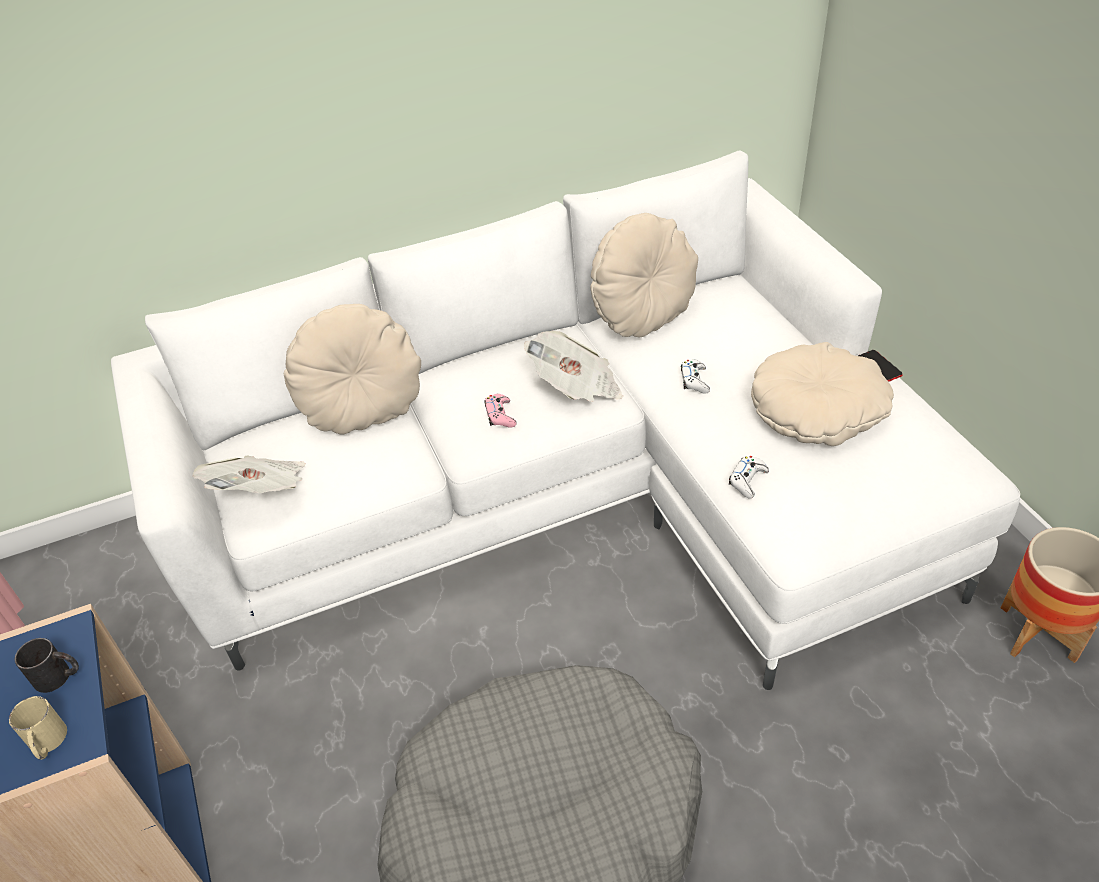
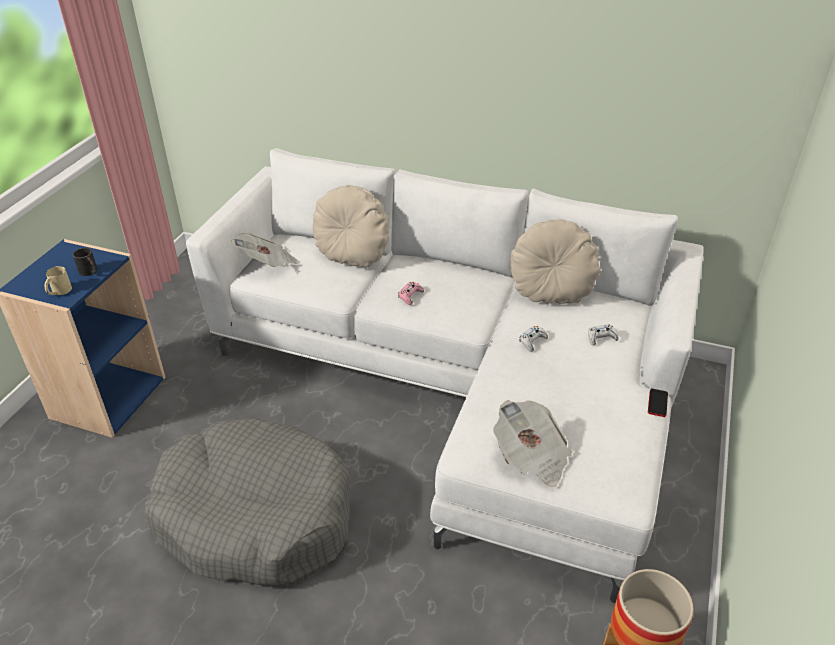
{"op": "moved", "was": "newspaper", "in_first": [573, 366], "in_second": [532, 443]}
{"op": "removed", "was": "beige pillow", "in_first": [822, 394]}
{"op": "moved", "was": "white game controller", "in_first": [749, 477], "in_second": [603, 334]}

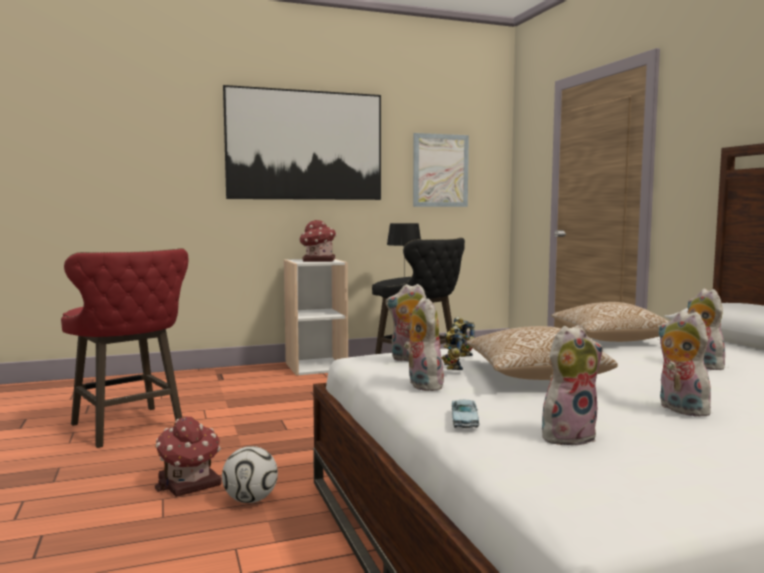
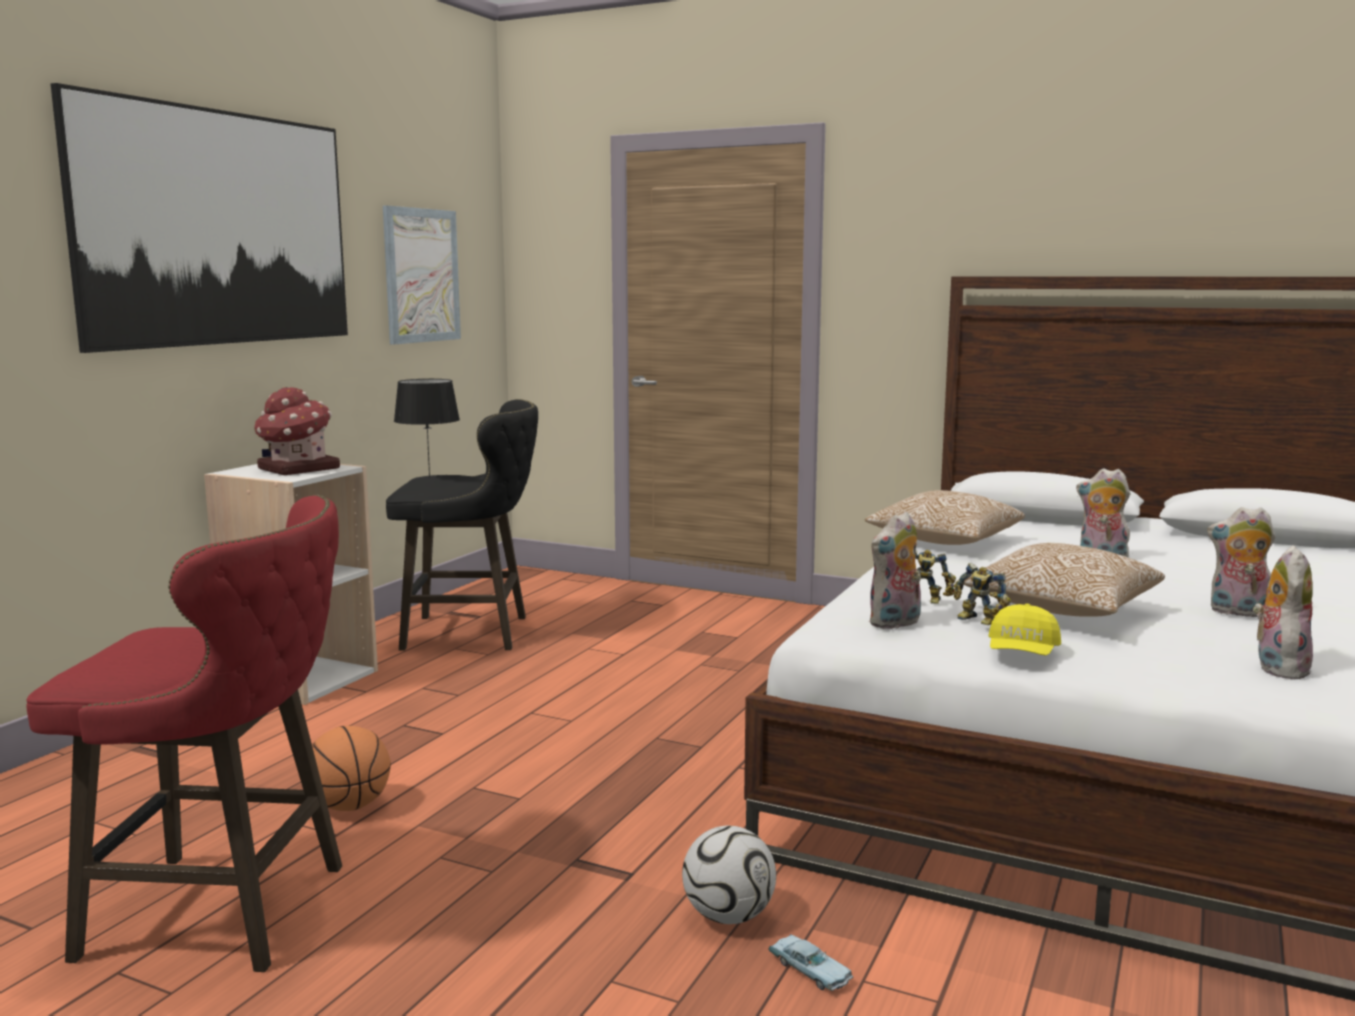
{"op": "replaced", "was": "plush toy", "now": "yellow cap", "in_first": [424, 344], "in_second": [1024, 630]}
{"op": "moved", "was": "blue toy car", "in_first": [466, 414], "in_second": [810, 962]}
{"op": "removed", "was": "toy house", "in_first": [188, 456]}
{"op": "added", "now": "basketball", "in_second": [351, 768]}

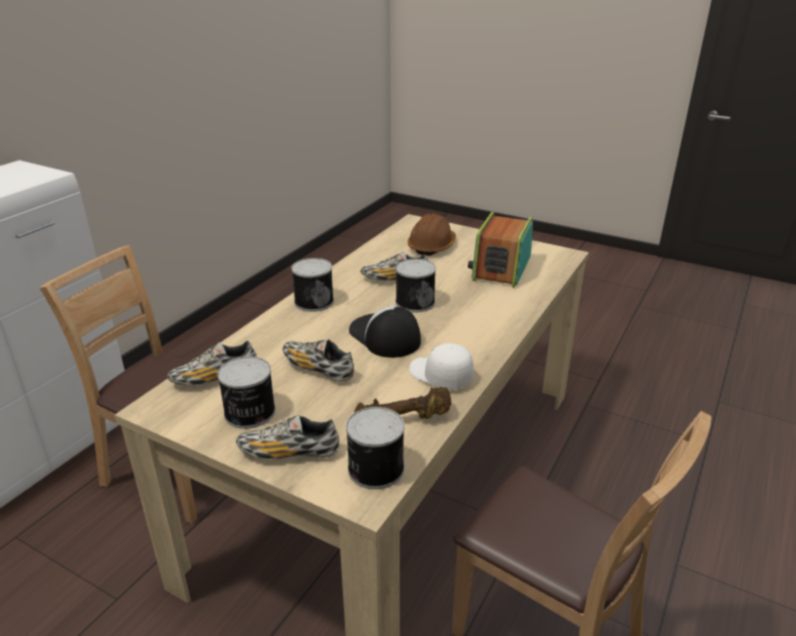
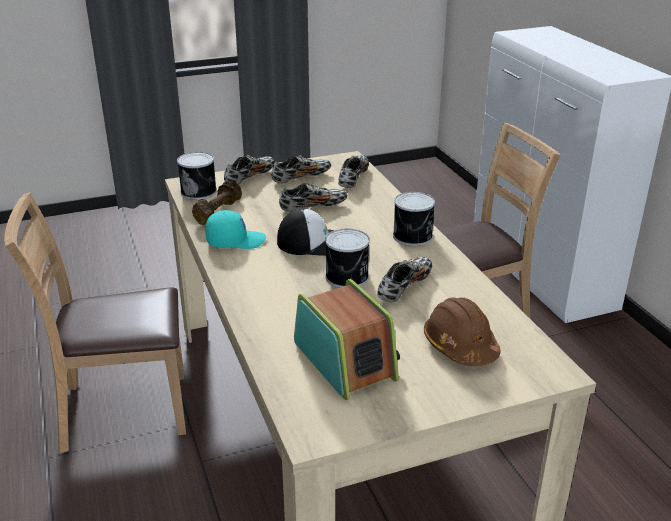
{"op": "recoloured", "was": "white cap", "now": "turquoise cap", "in_first": [441, 366], "in_second": [235, 229]}
{"op": "replaced", "was": "can", "now": "shoe", "in_first": [246, 392], "in_second": [301, 169]}

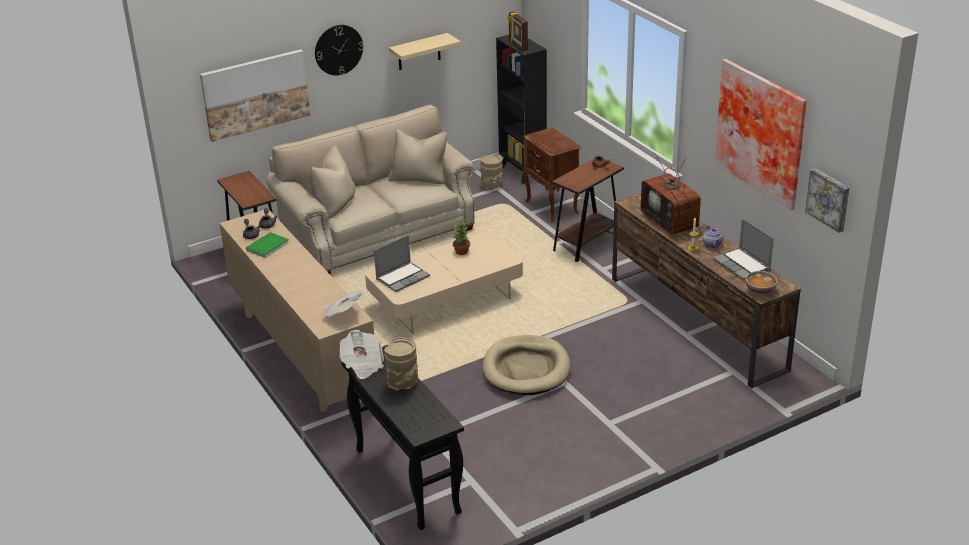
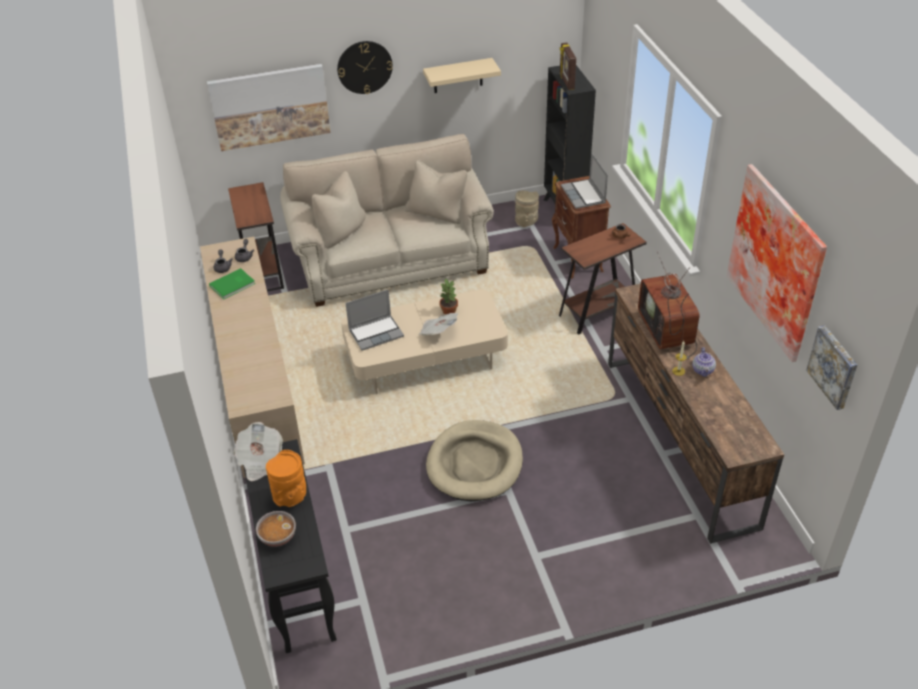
{"op": "moved", "was": "laptop", "in_first": [743, 249], "in_second": [584, 181]}
{"op": "moved", "was": "bowl", "in_first": [762, 283], "in_second": [276, 529]}
{"op": "moved", "was": "newspaper", "in_first": [342, 304], "in_second": [438, 324]}
{"op": "recoloured", "was": "beige vase", "now": "orange vase", "in_first": [401, 364], "in_second": [286, 478]}

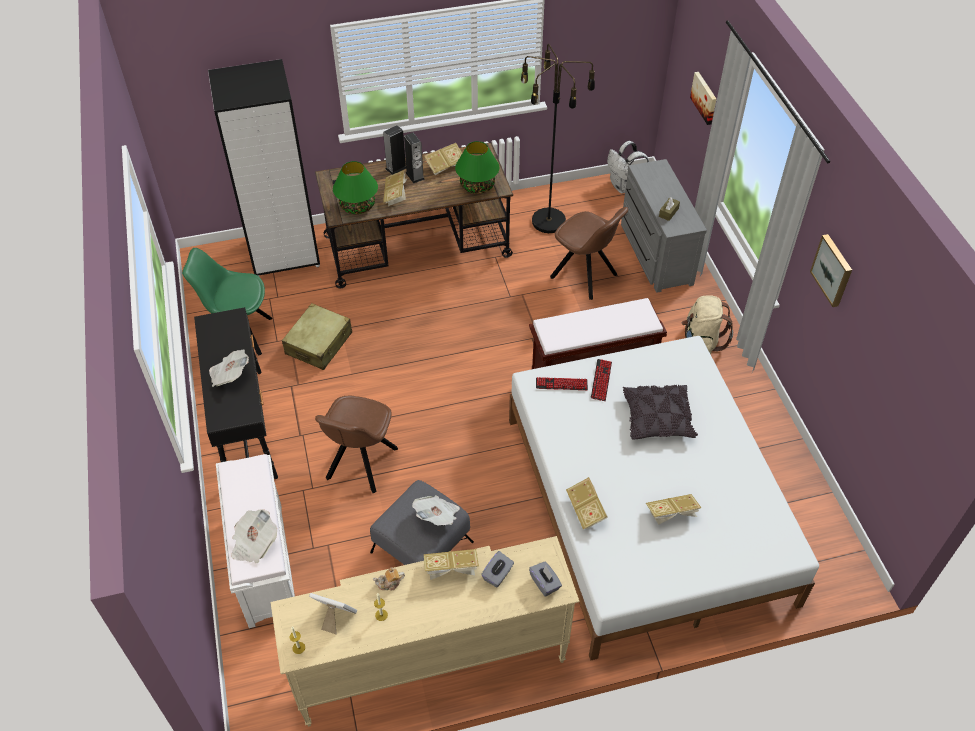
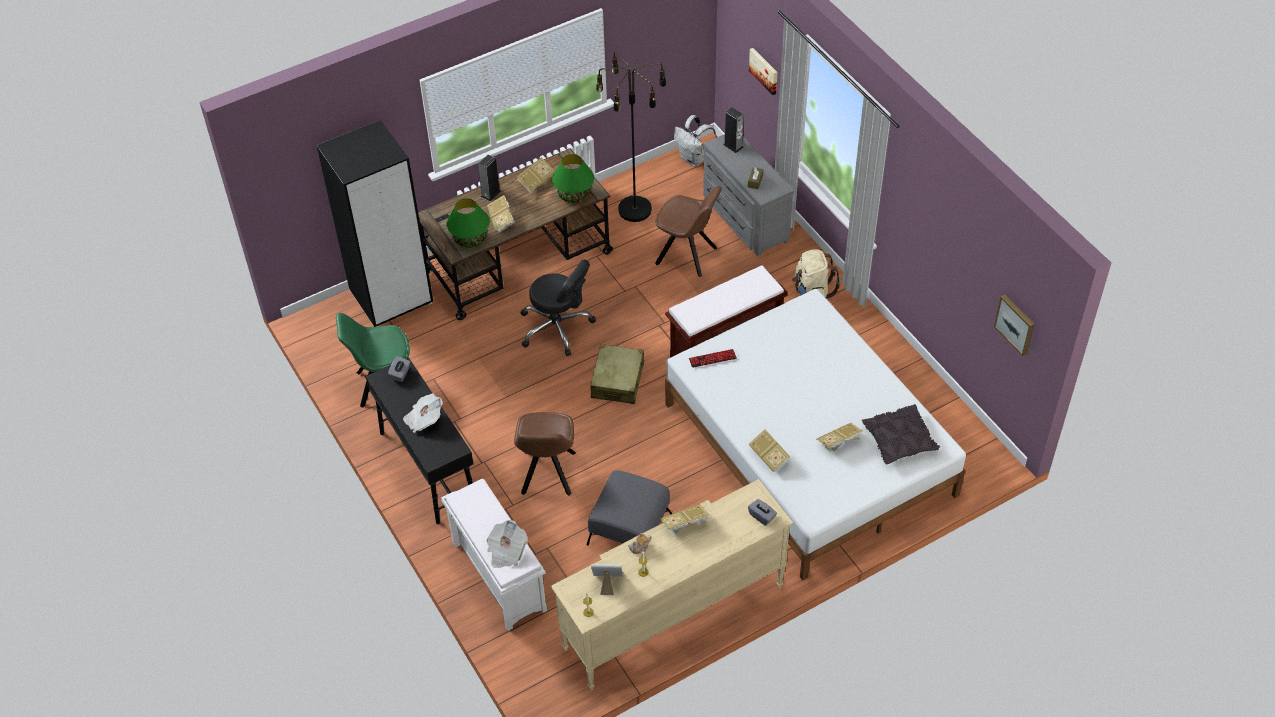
{"op": "moved", "was": "speaker", "in_first": [414, 158], "in_second": [733, 130]}
{"op": "moved", "was": "picture", "in_first": [831, 270], "in_second": [1014, 325]}
{"op": "moved", "was": "beige suitcase", "in_first": [317, 336], "in_second": [617, 374]}
{"op": "removed", "was": "keyboard", "in_first": [601, 380]}
{"op": "moved", "was": "black pillow", "in_first": [660, 412], "in_second": [901, 434]}
{"op": "removed", "was": "newspaper", "in_first": [436, 510]}
{"op": "moved", "was": "grey tissue box", "in_first": [497, 569], "in_second": [399, 369]}
{"op": "added", "now": "black office chair", "in_second": [558, 307]}

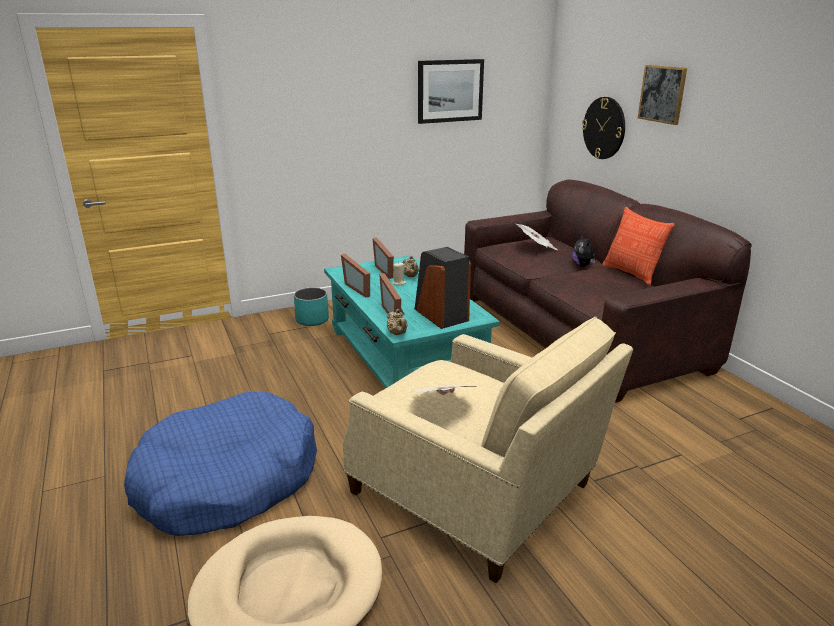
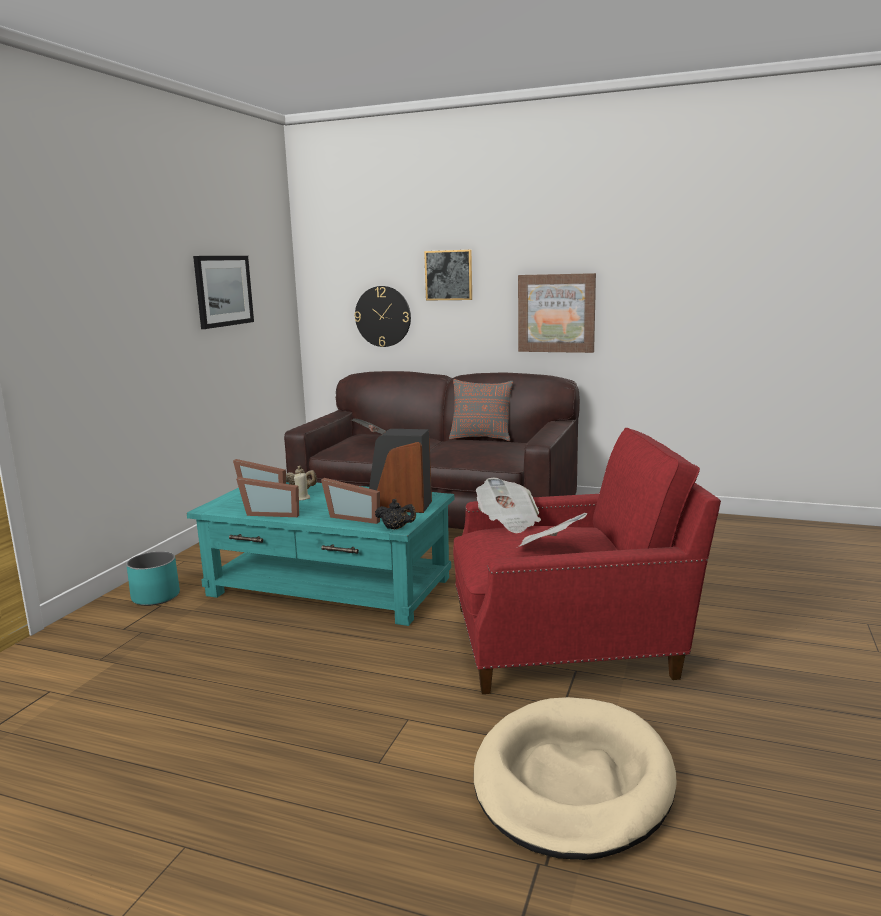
{"op": "recoloured", "was": "orange pillow", "now": "grey pillow", "in_first": [638, 246], "in_second": [481, 410]}
{"op": "removed", "was": "plush toy", "in_first": [584, 250]}
{"op": "recoloured", "was": "beige teapot", "now": "black teapot", "in_first": [397, 322], "in_second": [395, 514]}
{"op": "recoloured", "was": "beige armchair", "now": "red armchair", "in_first": [488, 450], "in_second": [587, 561]}
{"op": "removed", "was": "blue dog bed", "in_first": [220, 463]}
{"op": "added", "now": "picture", "in_second": [557, 313]}
{"op": "added", "now": "newspaper", "in_second": [508, 505]}

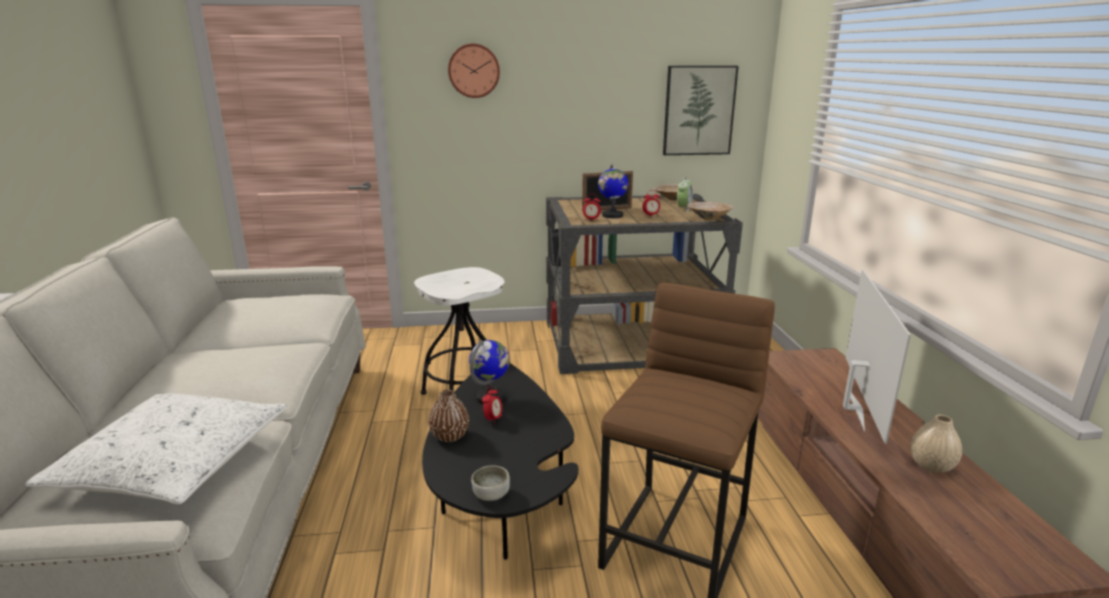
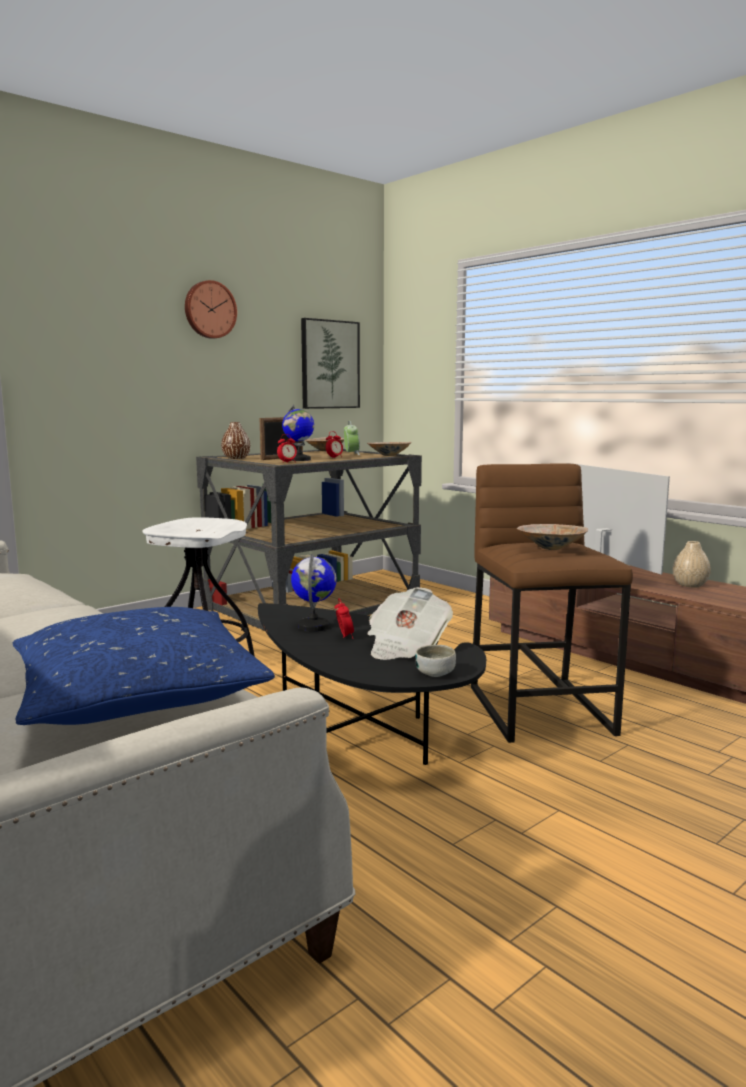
{"op": "moved", "was": "wall clock", "in_first": [474, 71], "in_second": [211, 309]}
{"op": "moved", "was": "brown vase", "in_first": [448, 415], "in_second": [235, 440]}
{"op": "recoloured", "was": "white pillow", "now": "blue pillow", "in_first": [156, 448], "in_second": [144, 666]}
{"op": "added", "now": "beige bowl", "in_second": [552, 537]}
{"op": "added", "now": "newspaper", "in_second": [410, 623]}

